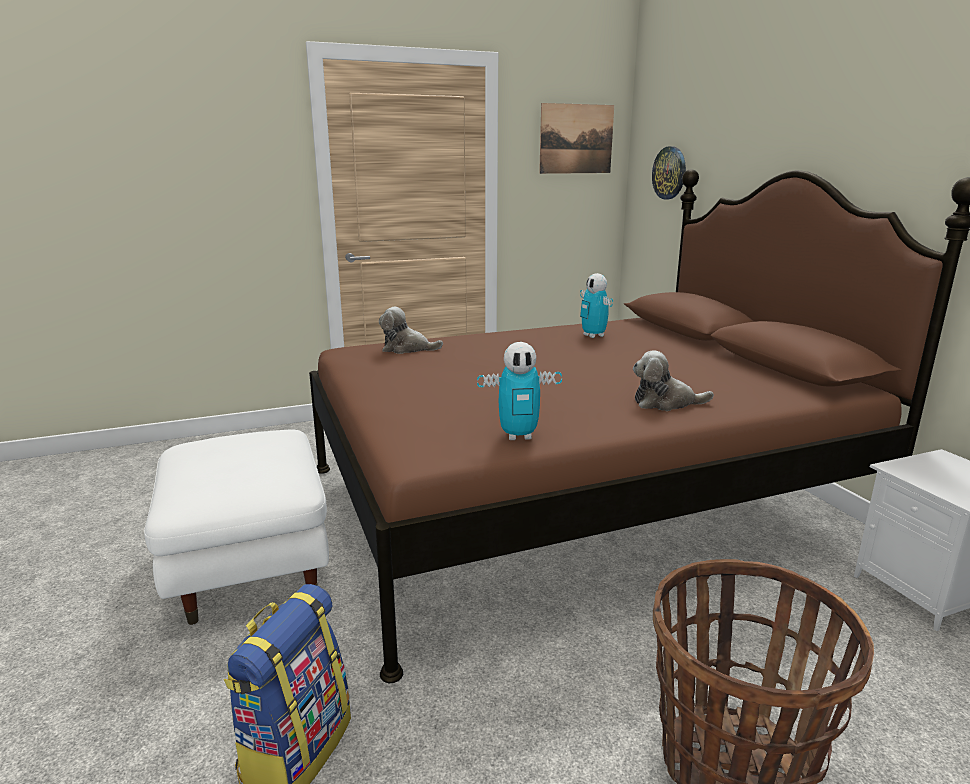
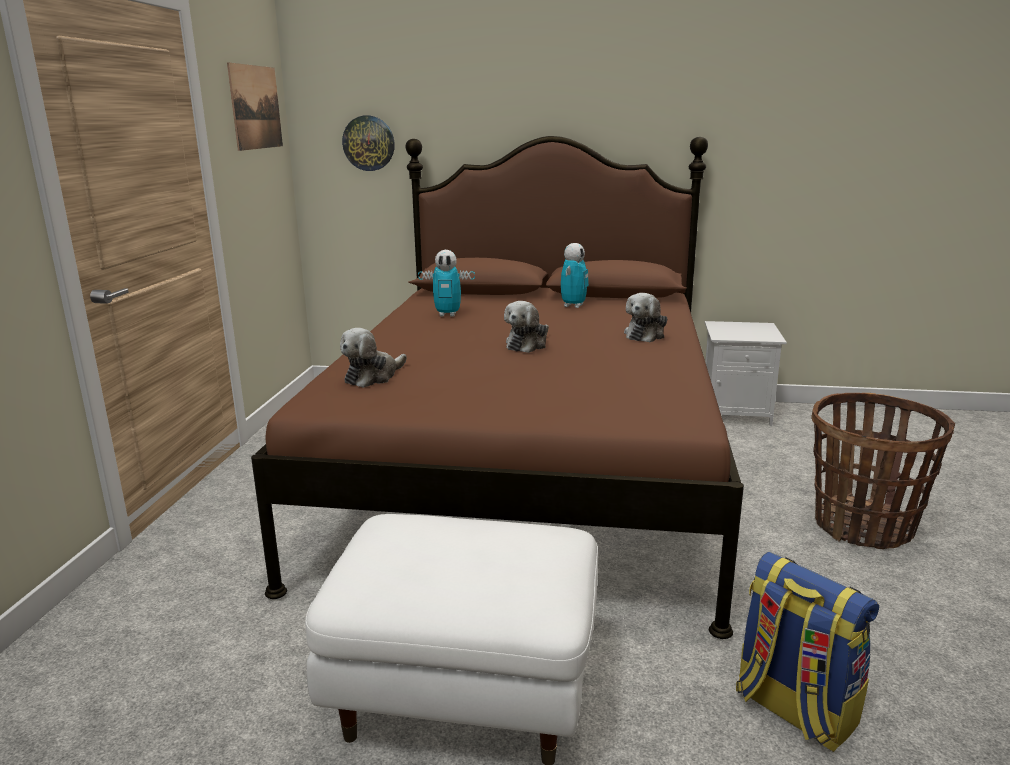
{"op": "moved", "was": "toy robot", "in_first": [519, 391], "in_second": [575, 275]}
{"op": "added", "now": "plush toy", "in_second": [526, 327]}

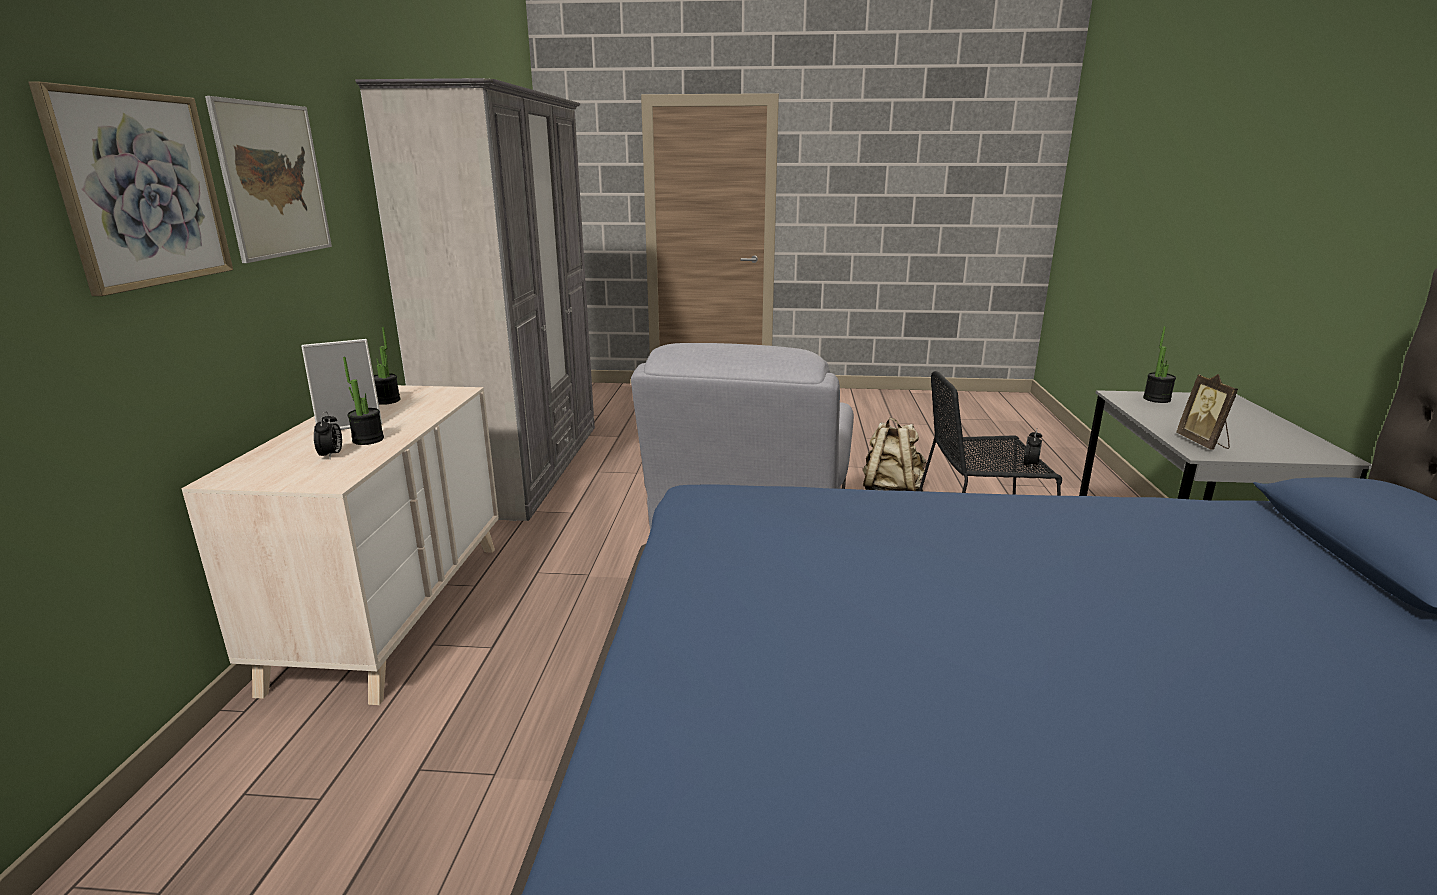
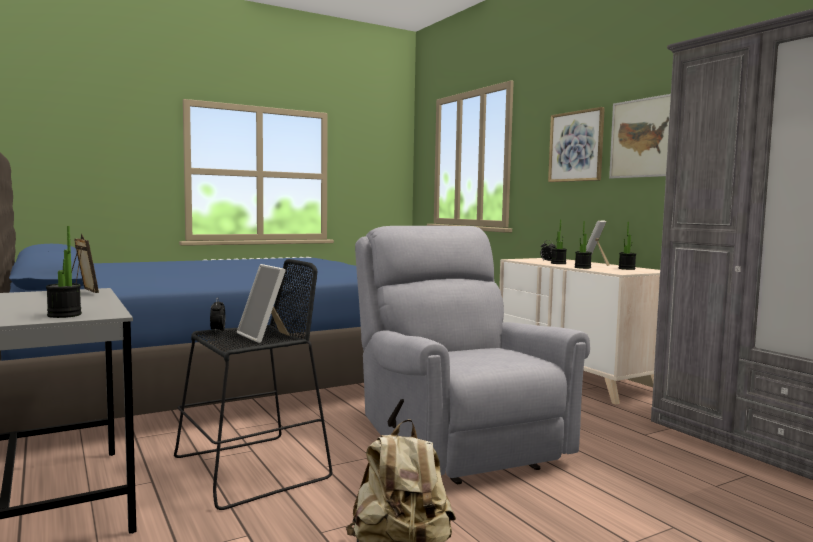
{"op": "added", "now": "potted plant", "in_second": [583, 245]}
{"op": "added", "now": "picture frame", "in_second": [263, 303]}

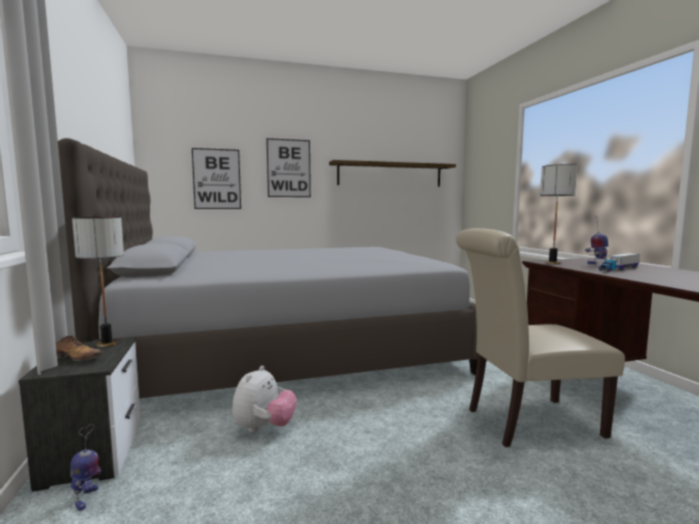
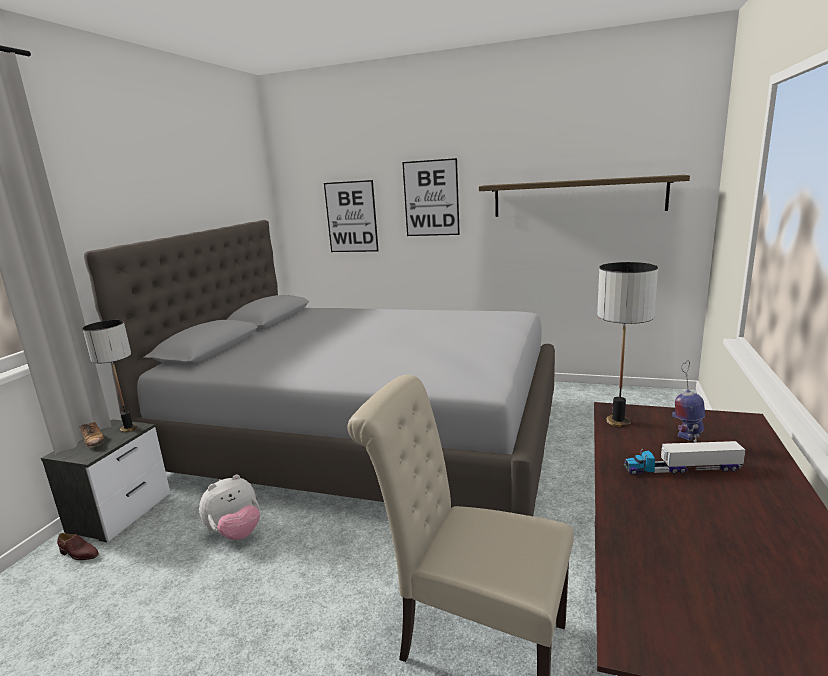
{"op": "replaced", "was": "toy robot", "now": "brown shoe", "in_first": [85, 467], "in_second": [78, 546]}

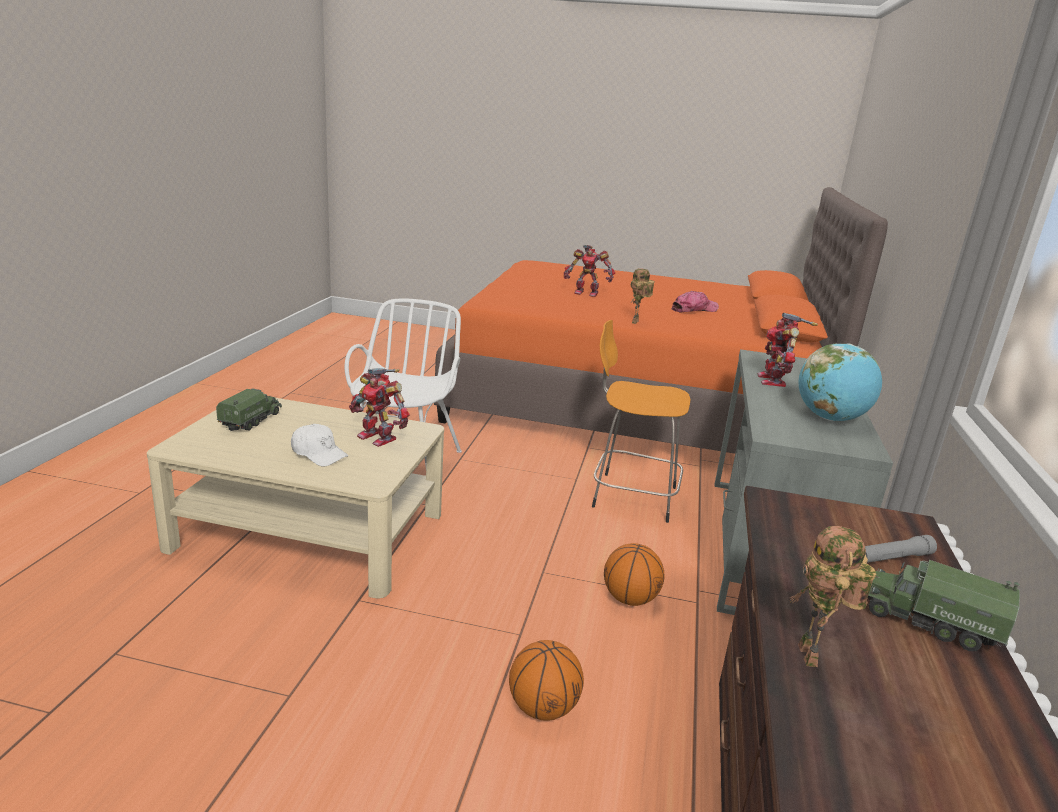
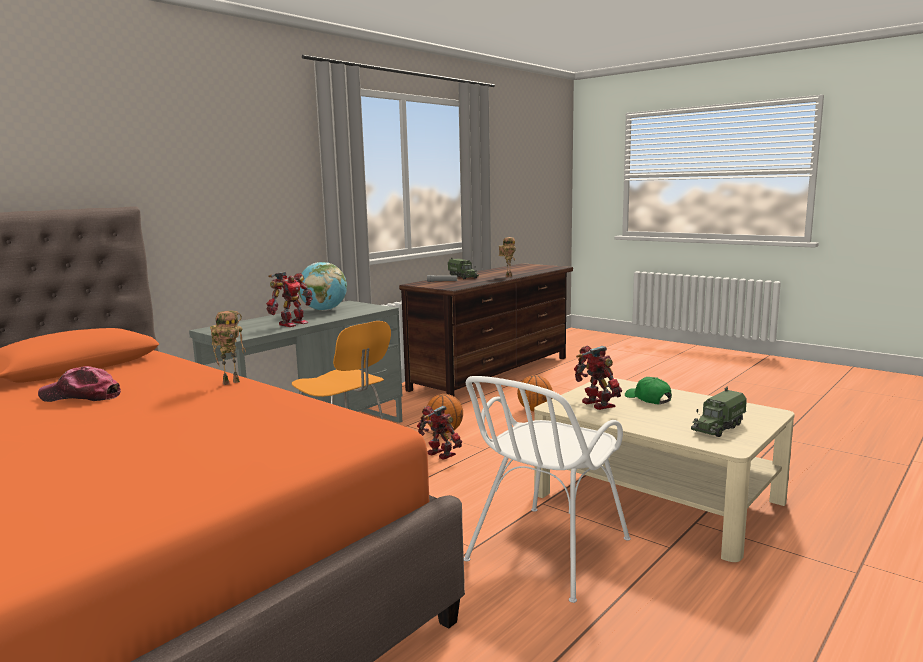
{"op": "moved", "was": "toy robot", "in_first": [589, 271], "in_second": [439, 432]}
{"op": "recoloured", "was": "white cap", "now": "green cap", "in_first": [319, 445], "in_second": [648, 390]}

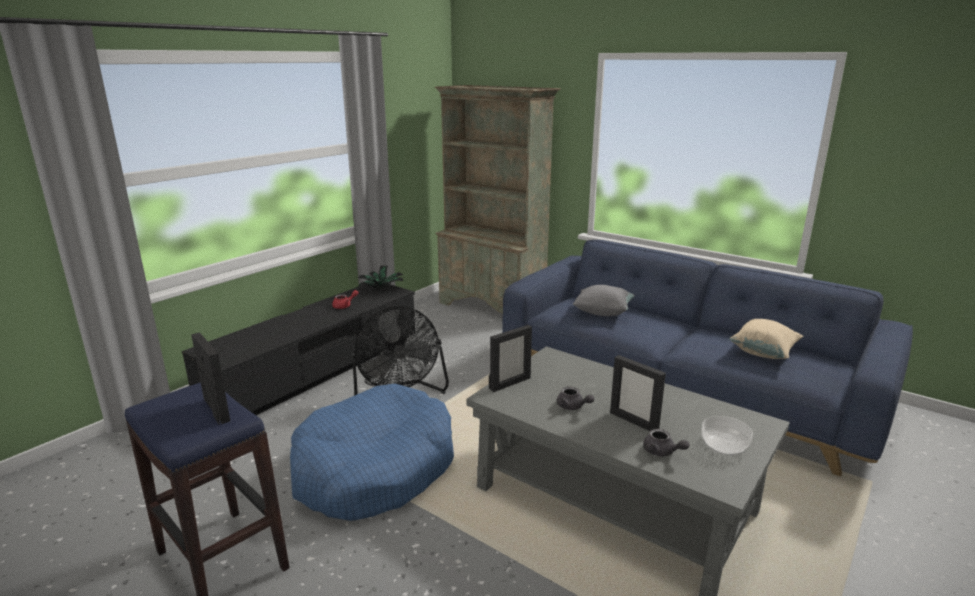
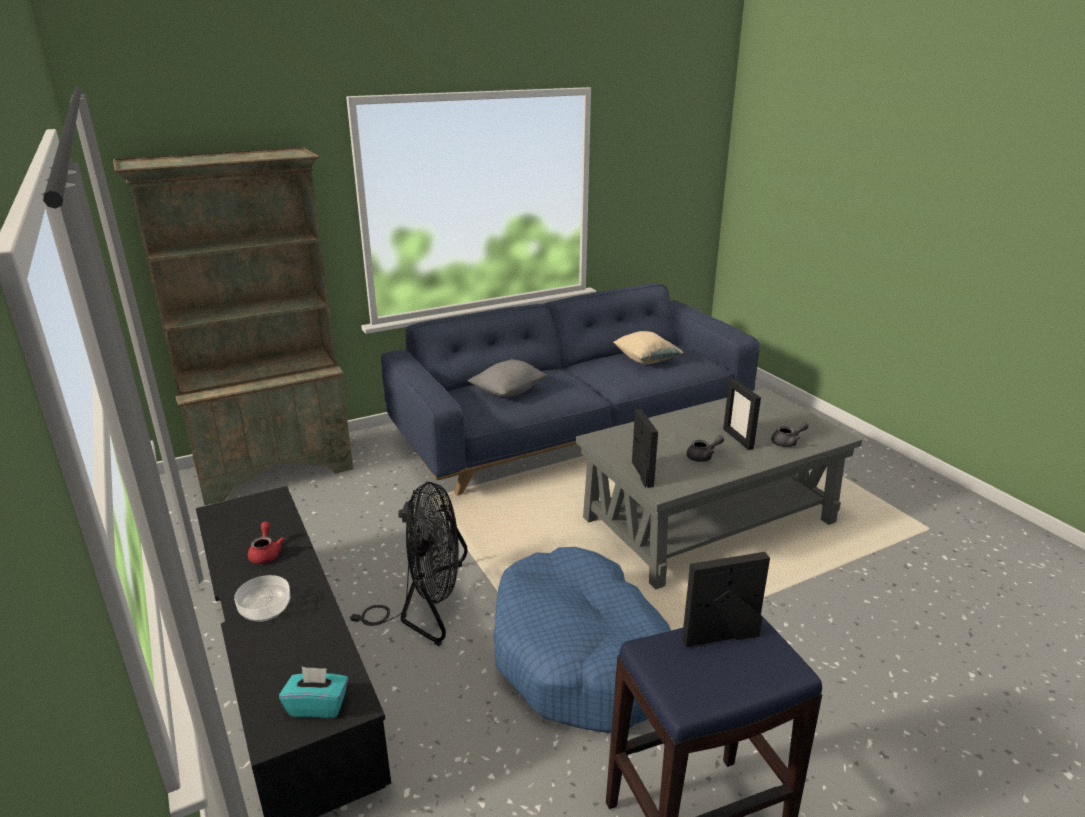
{"op": "removed", "was": "potted plant", "in_first": [380, 278]}
{"op": "turned", "was": "picture frame", "in_first": [638, 393], "in_second": [742, 414], "clockwise": 90}
{"op": "moved", "was": "bowl", "in_first": [727, 436], "in_second": [262, 598]}
{"op": "added", "now": "turquoise tissue box", "in_second": [313, 692]}

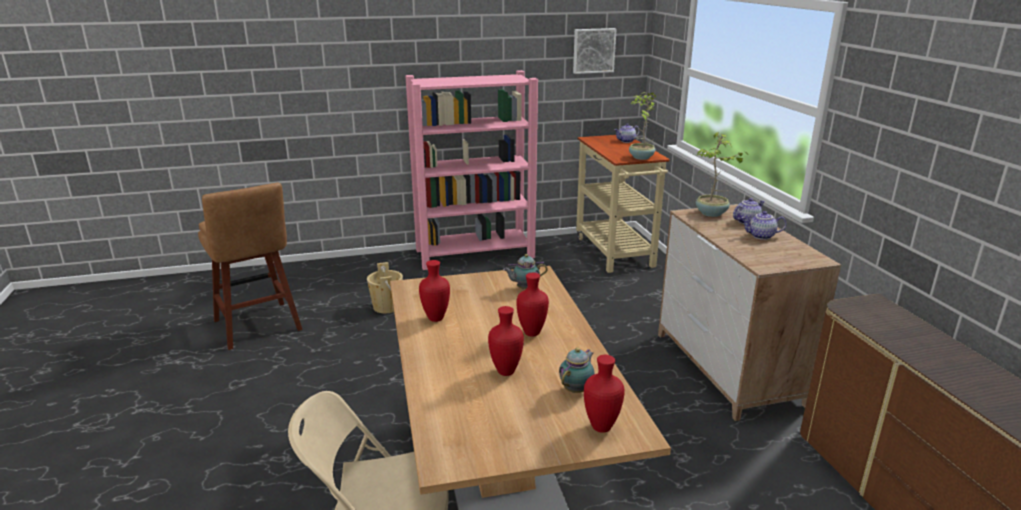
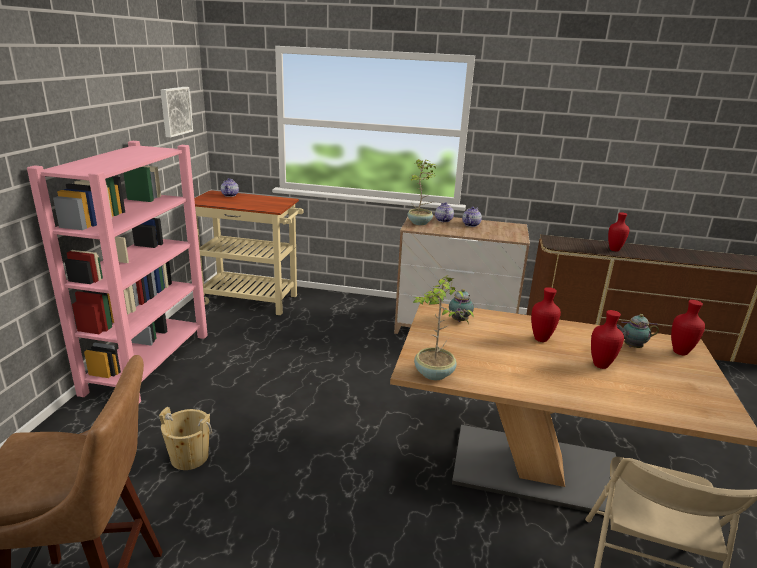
{"op": "moved", "was": "potted plant", "in_first": [642, 126], "in_second": [443, 327]}
{"op": "moved", "was": "red vase", "in_first": [434, 291], "in_second": [618, 231]}
{"op": "turned", "was": "teapot", "in_first": [576, 370], "in_second": [637, 331], "clockwise": -60}

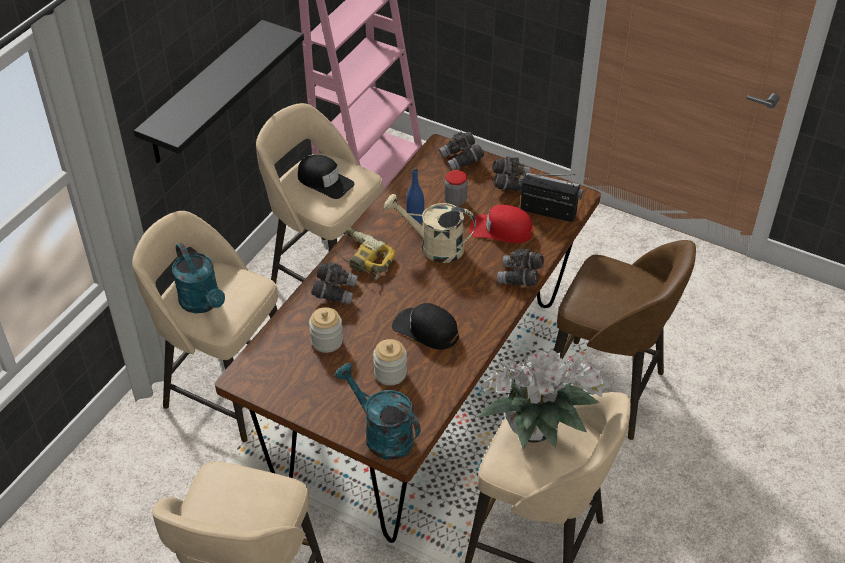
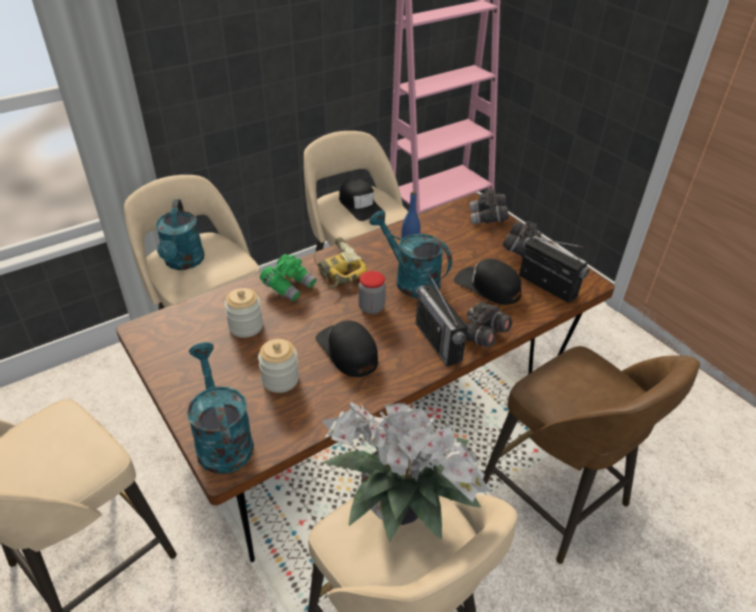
{"op": "removed", "was": "black shelf", "in_first": [219, 91]}
{"op": "moved", "was": "jar", "in_first": [456, 188], "in_second": [372, 292]}
{"op": "recoloured", "was": "beige watering can", "now": "turquoise watering can", "in_first": [430, 228], "in_second": [410, 254]}
{"op": "recoloured", "was": "red cap", "now": "black cap", "in_first": [501, 224], "in_second": [488, 282]}
{"op": "recoloured", "was": "grey binoculars", "now": "green binoculars", "in_first": [334, 283], "in_second": [288, 278]}
{"op": "added", "now": "radio", "in_second": [442, 320]}

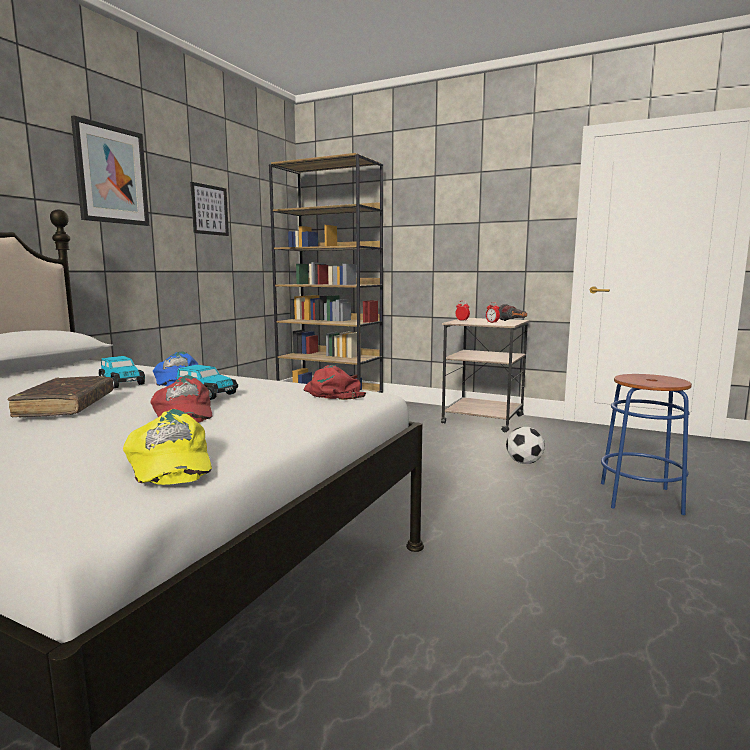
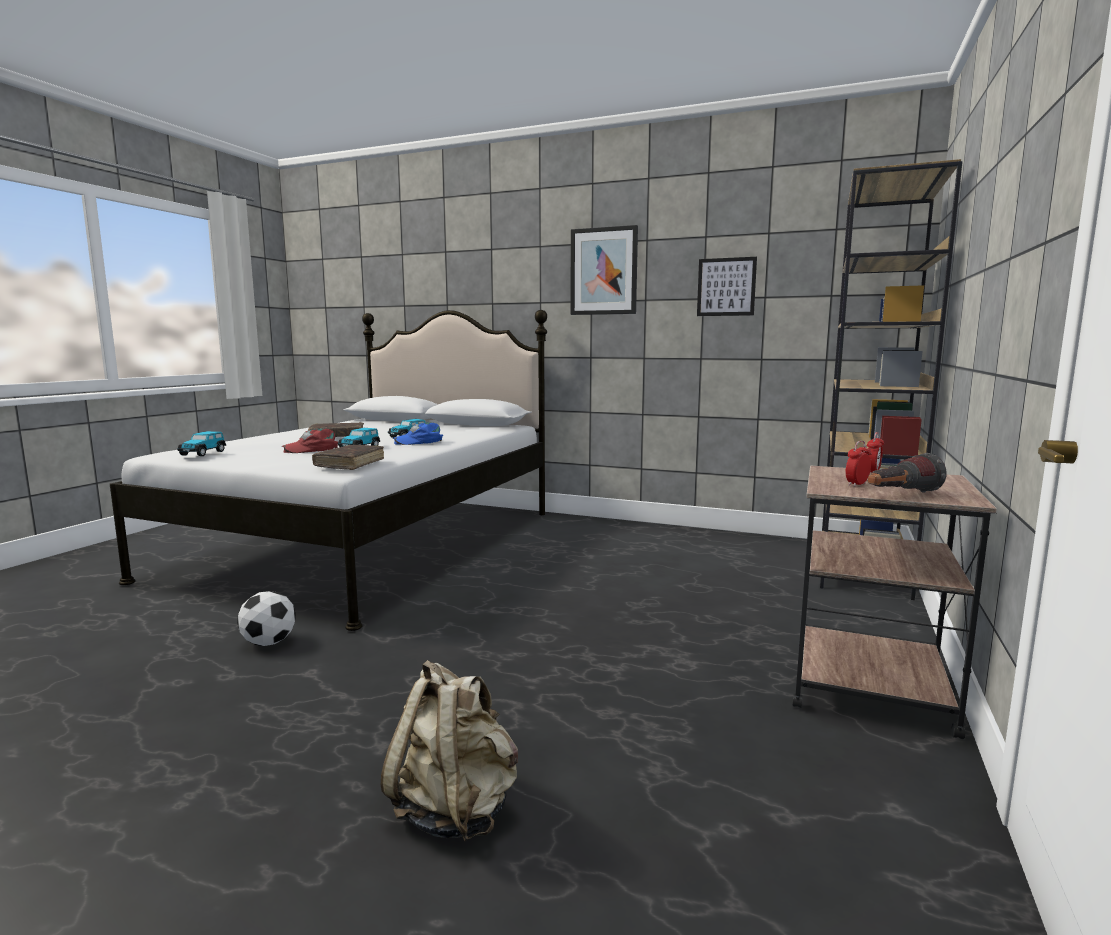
{"op": "replaced", "was": "red cap", "now": "brown book", "in_first": [335, 382], "in_second": [348, 457]}
{"op": "replaced", "was": "blue stool", "now": "beige backpack", "in_first": [646, 444], "in_second": [449, 750]}
{"op": "replaced", "was": "yellow cap", "now": "toy car", "in_first": [167, 447], "in_second": [202, 443]}
{"op": "moved", "was": "football", "in_first": [525, 445], "in_second": [266, 618]}

